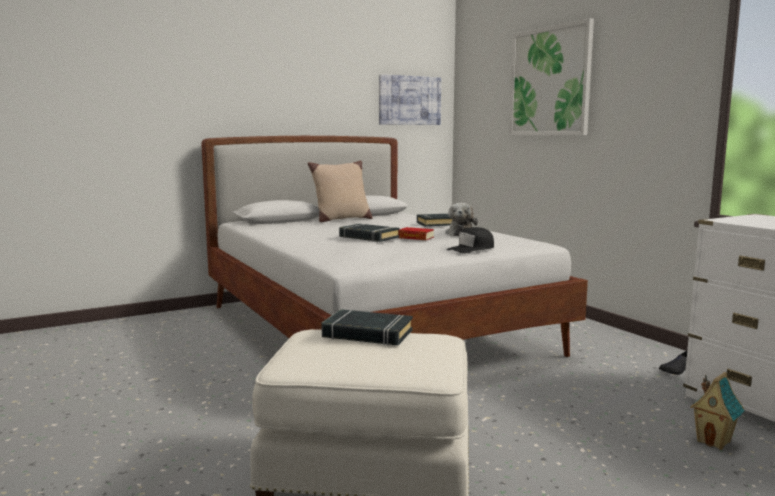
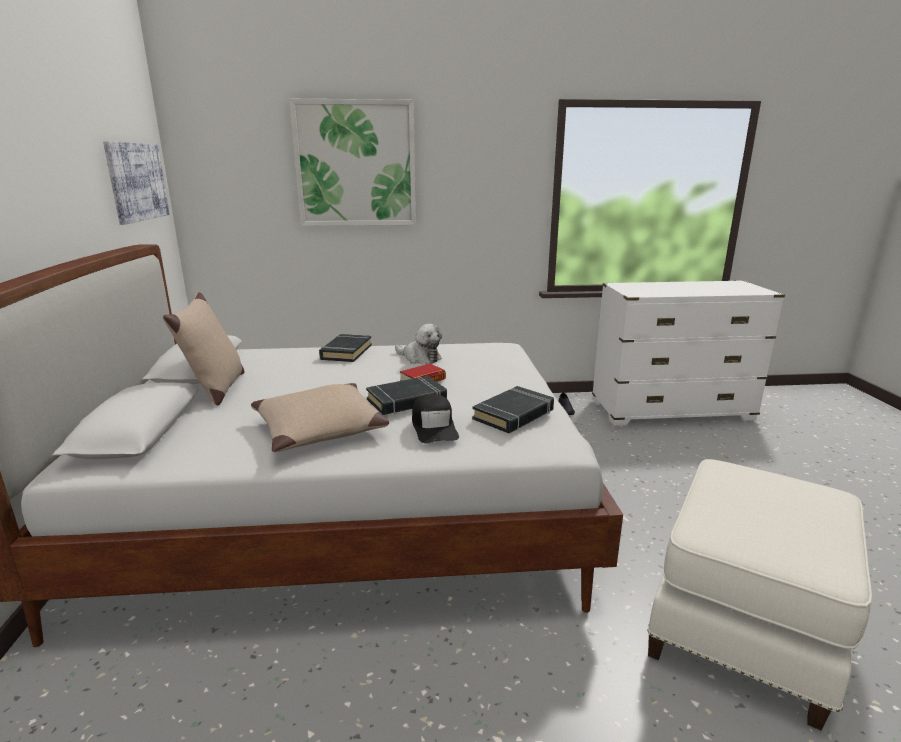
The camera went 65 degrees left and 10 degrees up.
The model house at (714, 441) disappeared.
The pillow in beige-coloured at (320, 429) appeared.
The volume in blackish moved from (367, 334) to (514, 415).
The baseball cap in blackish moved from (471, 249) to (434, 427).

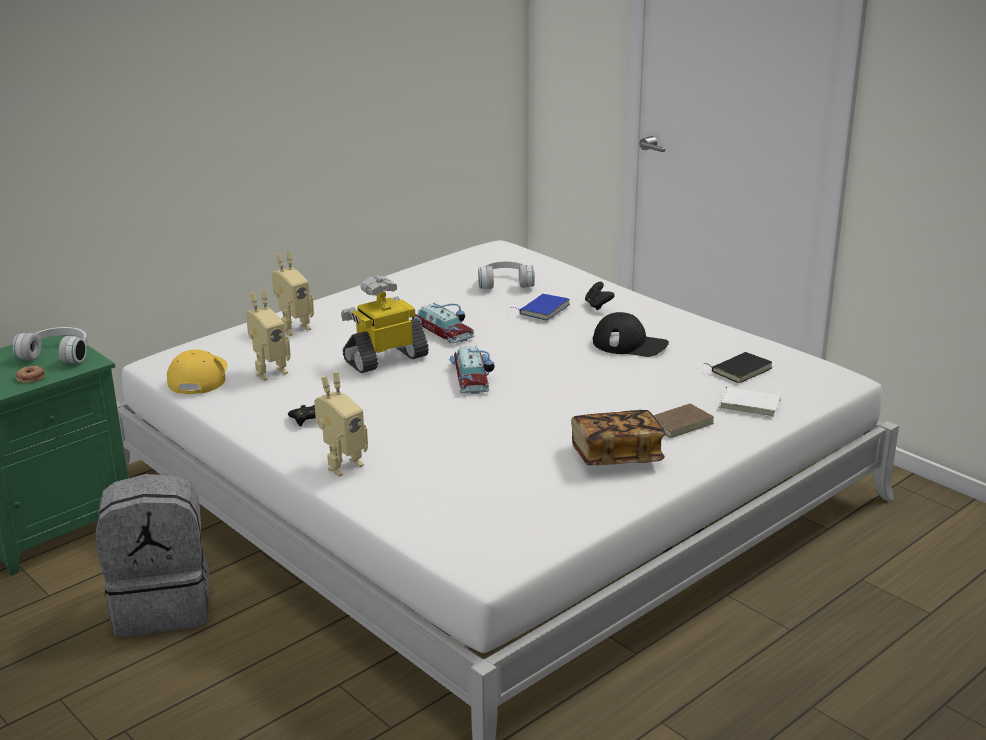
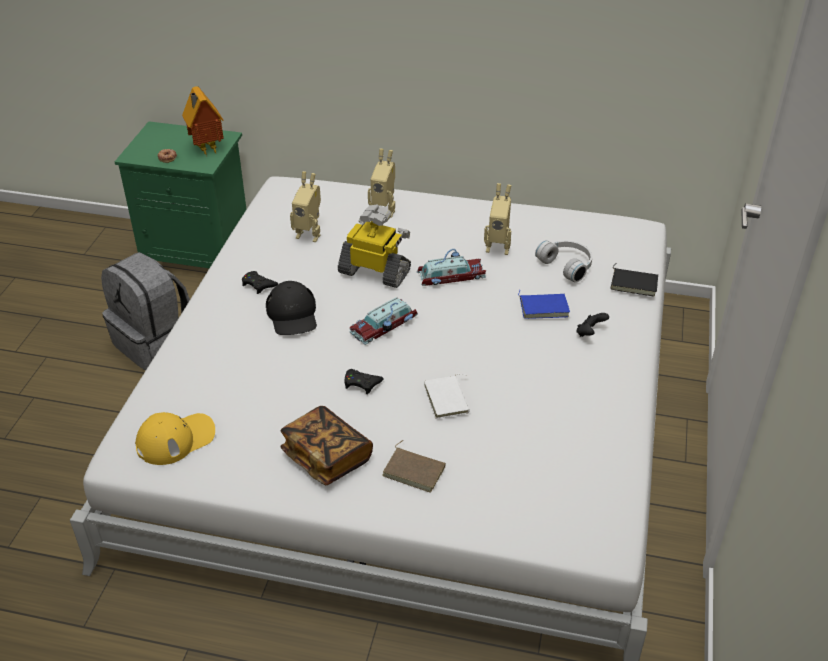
The camera went 55 degrees right and 15 degrees up.
The joypad in blackish at (361, 383) appeared.
The baseball cap in yellow-coloured moved from (199, 377) to (176, 439).
The robot figure moved from (342, 465) to (498, 247).
The baseball cap in blackish moved from (630, 344) to (292, 315).
The volume in blackish moved from (740, 370) to (634, 283).
The volume in white-coloured moved from (750, 404) to (448, 399).
The headset in white-coloured at (59, 354) was replaced by the model house at (206, 149).
The model car at (443, 330) turned 120 degrees counterclockwise.

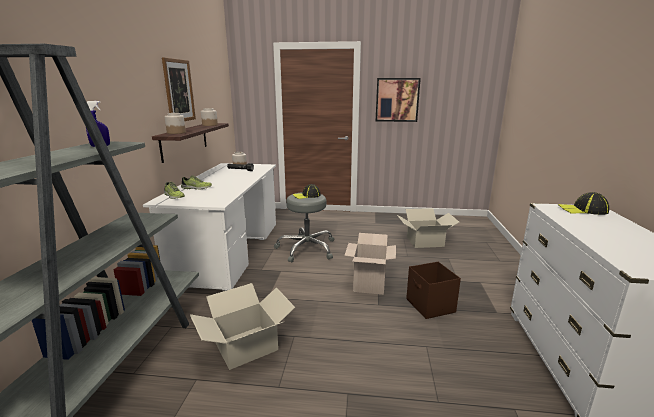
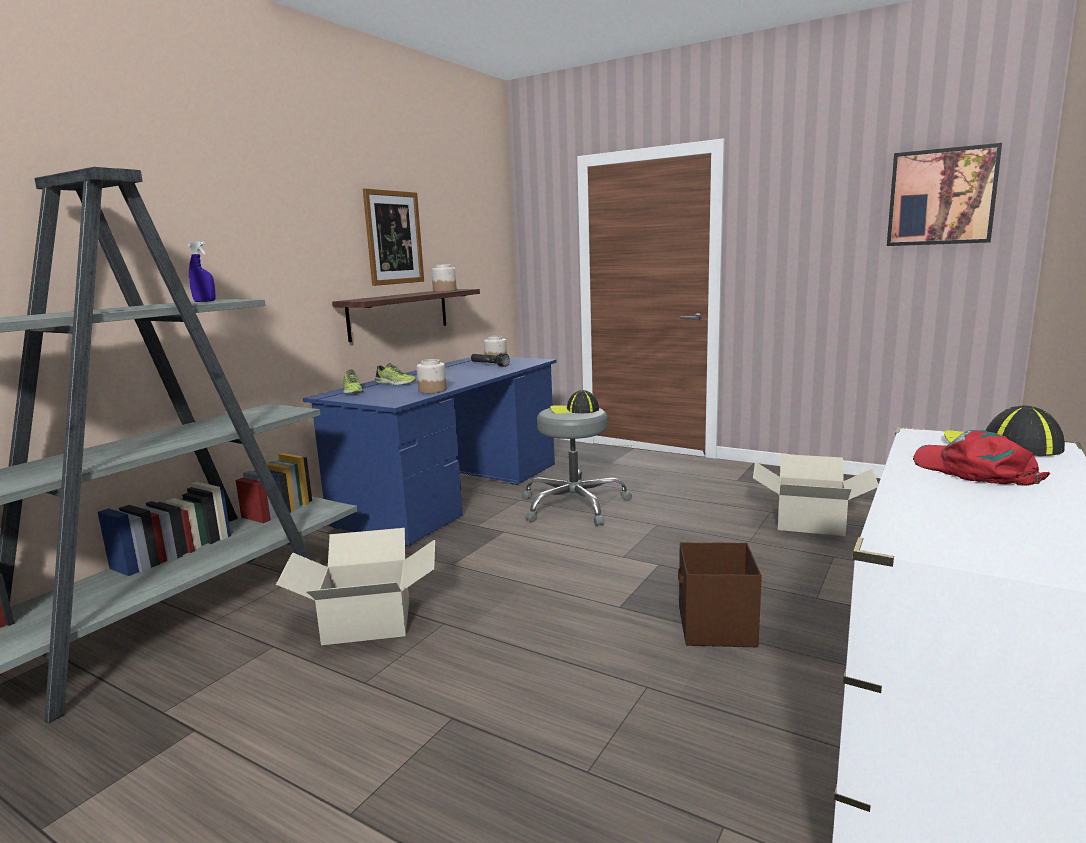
The camera went 25 degrees right and 5 degrees down.
The packing box at (369, 285) disappeared.
The baseball cap in red at (974, 470) appeared.
The storage jar moved from (176, 132) to (433, 390).
The wall picture moved from (397, 100) to (941, 197).
The desk table in white-coloured at (228, 250) became the desk table in blue at (452, 493).

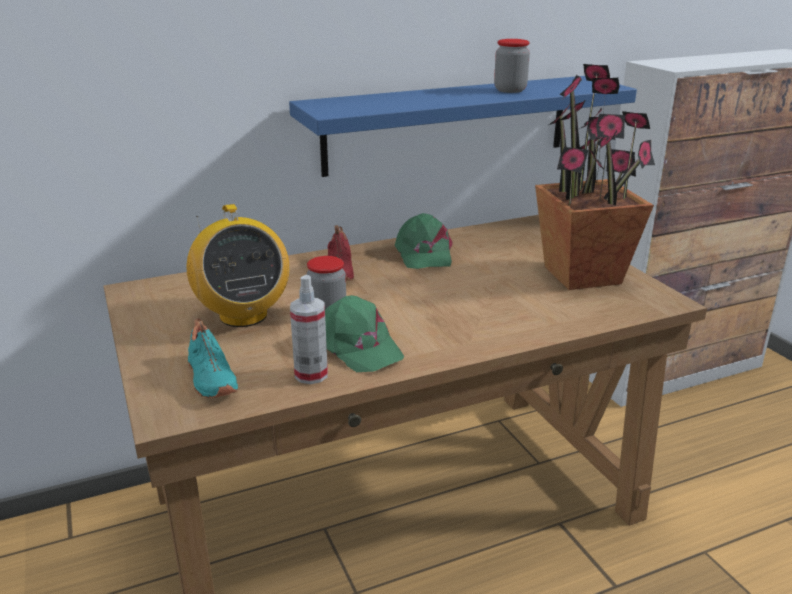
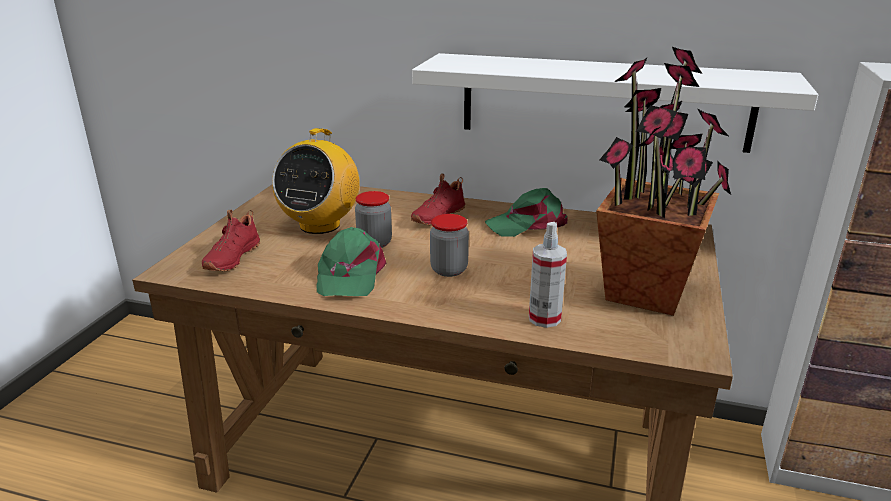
The camera went 40 degrees right and 0 degrees up.
The hand sprayer moved from (311, 375) to (544, 318).
The storage jar moved from (510, 90) to (449, 270).
The shoe in turquoise at (210, 378) became the shoe in red at (231, 258).
The wall shelf in blue at (448, 124) became the wall shelf in white-coloured at (603, 101).
The baseball cap in green at (423, 254) turned 45 degrees clockwise.

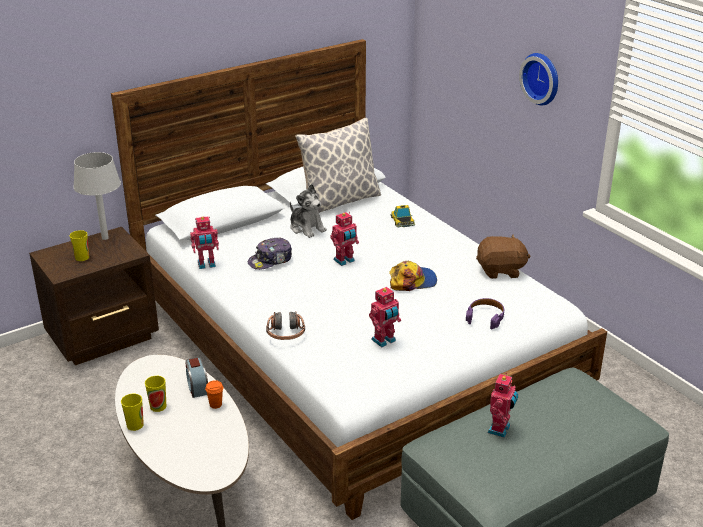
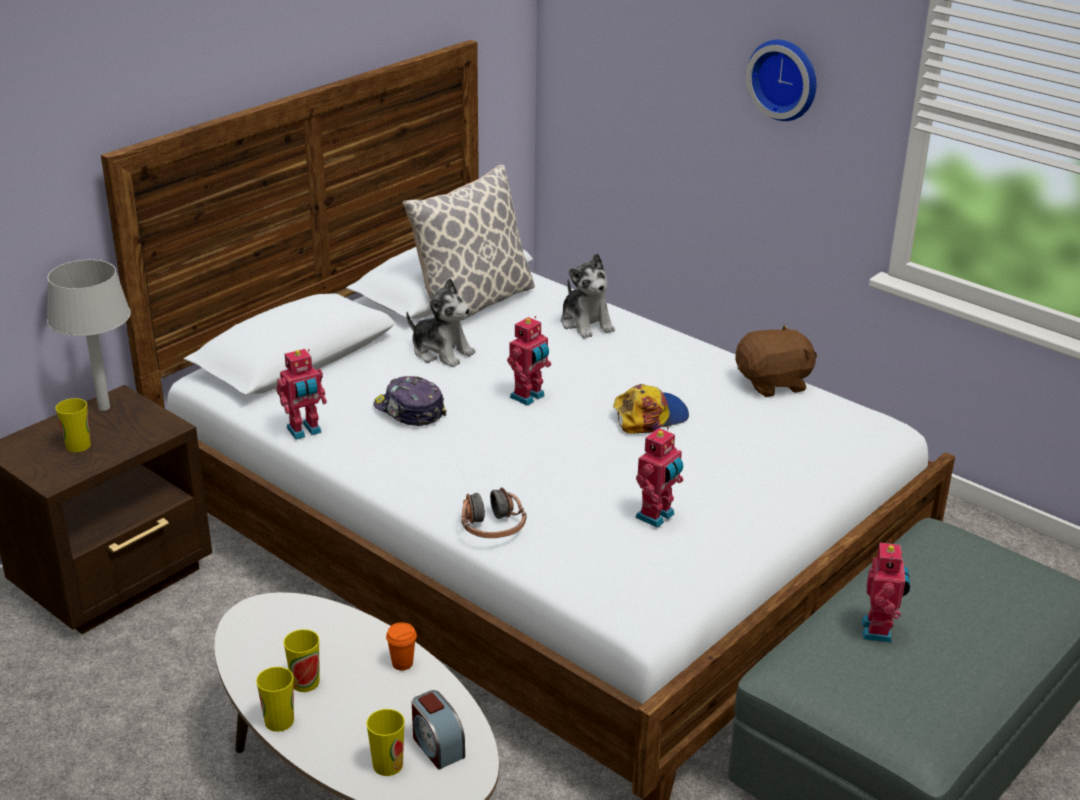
The camera went 15 degrees left and 0 degrees up.
The headset in purplish at (485, 317) disappeared.
The drinking cup at (388, 765) appeared.
The bedside clock moved from (197, 387) to (437, 746).
The model car at (402, 220) was replaced by the plush toy at (586, 323).
The baseball cap at (270, 260) turned 90 degrees clockwise.

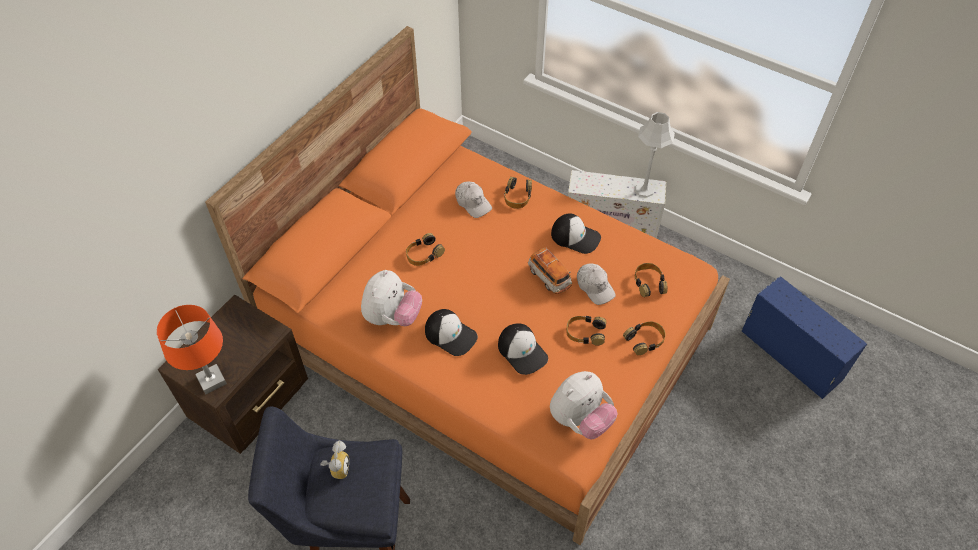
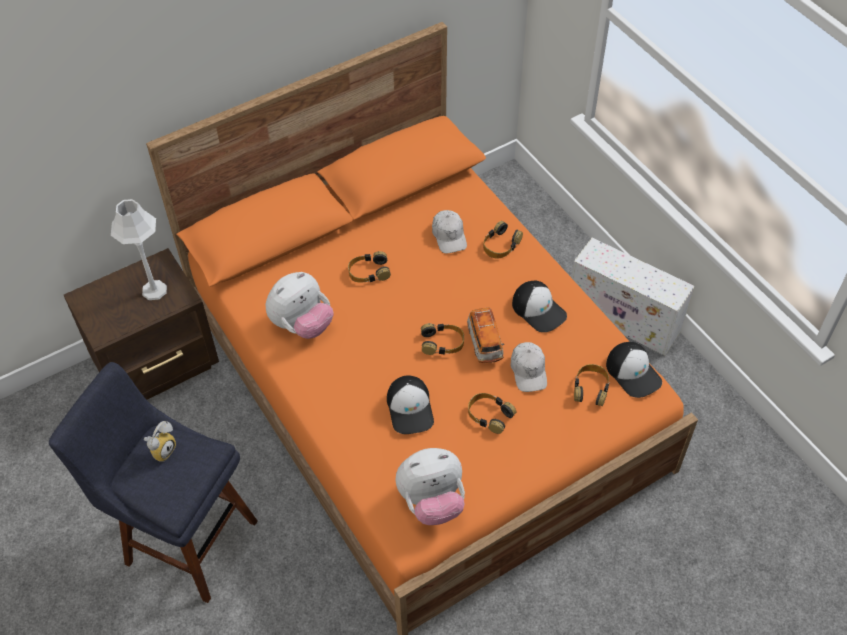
The camera went 25 degrees right and 0 degrees up.
The table lamp in orangey at (212, 380) disappeared.
The storage bin in blue at (789, 354) disappeared.
The baseball cap moved from (451, 334) to (633, 372).
The headset moved from (645, 340) to (442, 343).
The table lamp in grey moved from (644, 189) to (154, 290).

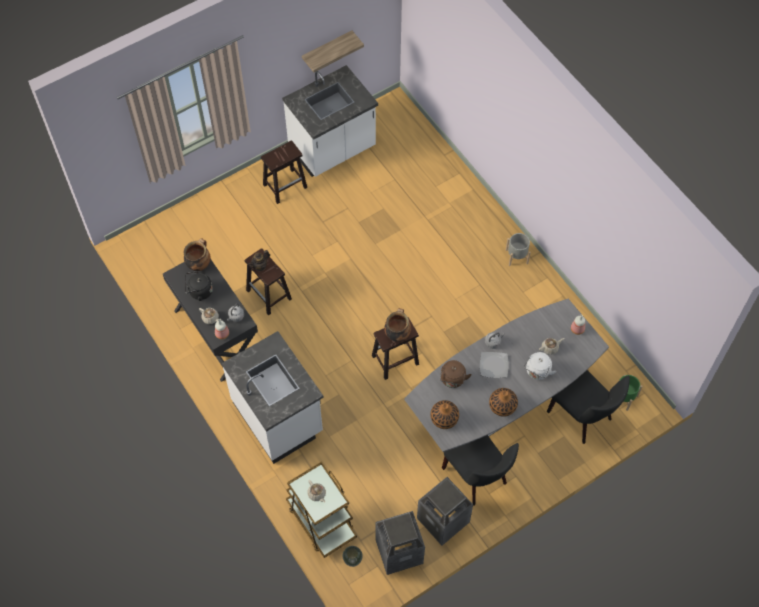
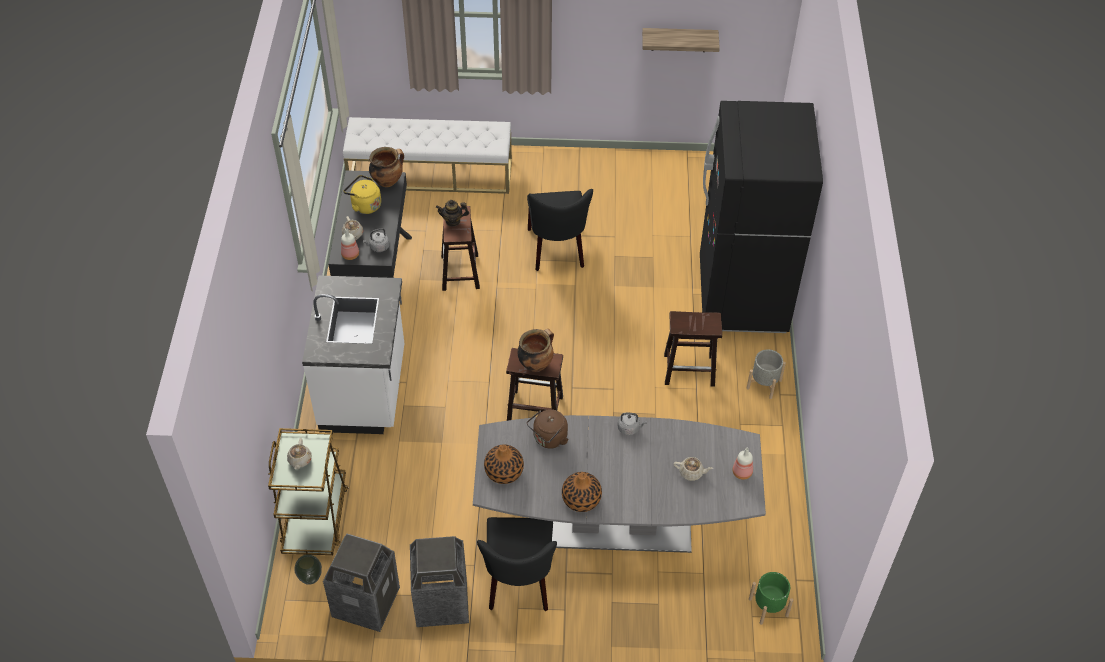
The camera went 35 degrees right and 10 degrees down.
The kitchen counter in white-coloured at (332, 149) disappeared.
The flat dish at (494, 365) disappeared.
The water kettle in white-coloured at (537, 372) disappeared.
The bench in white-coloured at (431, 173) appeared.
The kitchen fridge in blackish at (742, 296) appeared.
The stool in brown-coloured moved from (285, 185) to (690, 369).
The chair in blackish moved from (583, 417) to (557, 251).
The water kettle in blackish at (199, 292) became the water kettle in yellow-coloured at (364, 205).

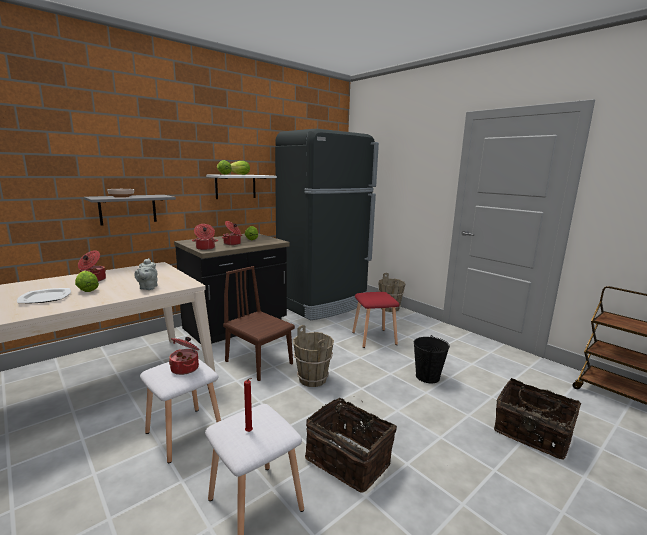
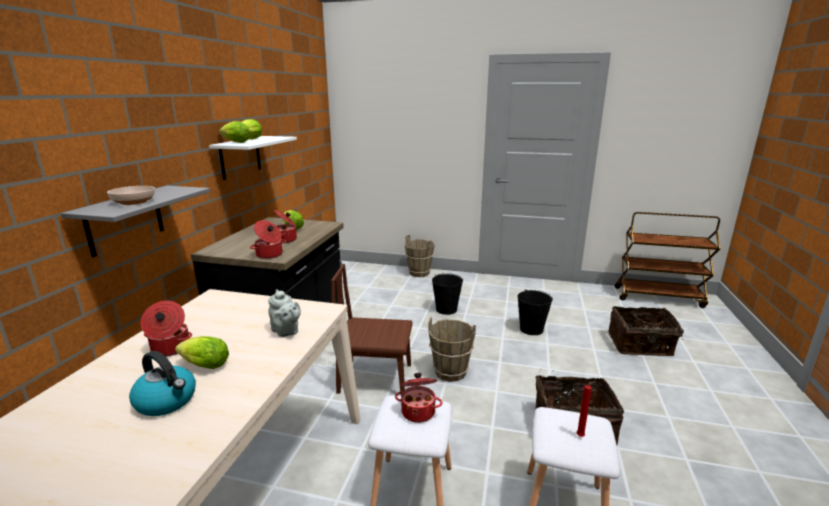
The camera went 35 degrees left and 5 degrees up.
The kitchen fridge in blackish at (323, 304) disappeared.
The flat dish at (46, 297) was replaced by the water kettle at (167, 401).
The stool in red at (373, 338) was replaced by the water bucket in blackish at (446, 309).

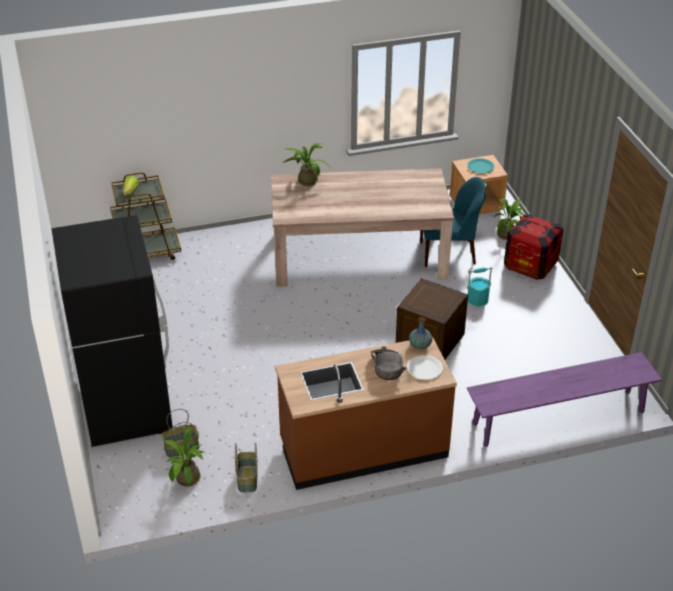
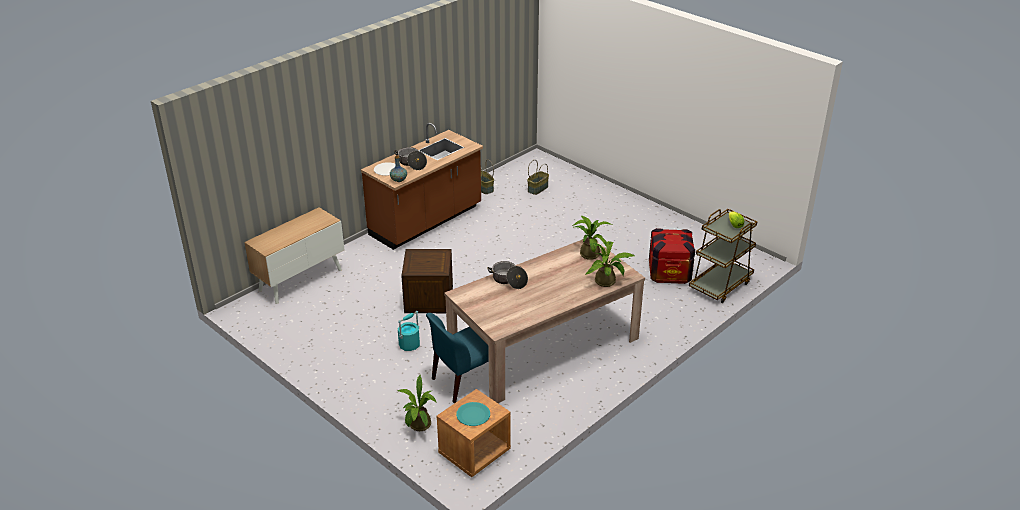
The camera went 150 degrees right and 5 degrees down.
The kitchen fridge in blackish at (126, 409) disappeared.
The saucepot at (508, 280) appeared.
The houseplant moved from (186, 481) to (589, 253).
The crate moved from (530, 265) to (669, 273).
The bench in purplish at (558, 418) was replaced by the cupboard at (300, 279).

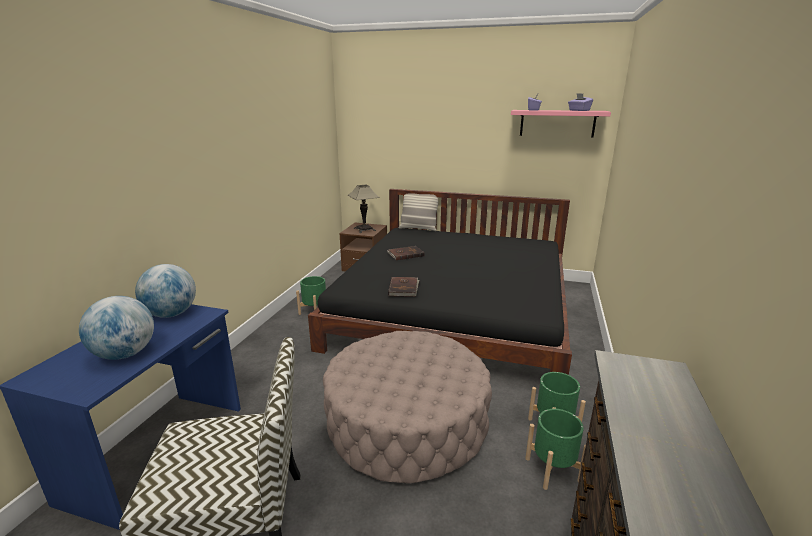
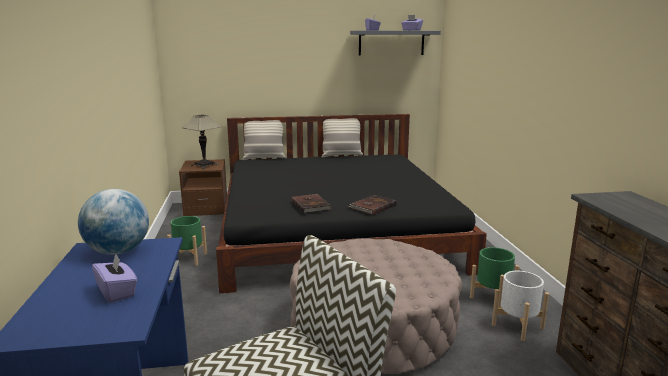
The camera went 25 degrees left and 5 degrees down.
The pillow at (341, 155) appeared.
The volume in brown-coloured moved from (405, 254) to (372, 206).
The world globe at (125, 354) was replaced by the tissue holder in purplish at (117, 292).
The wall shelf in pink at (557, 123) became the wall shelf in grey at (391, 43).
The flower pot in green at (552, 469) became the flower pot in white-coloured at (517, 326).

